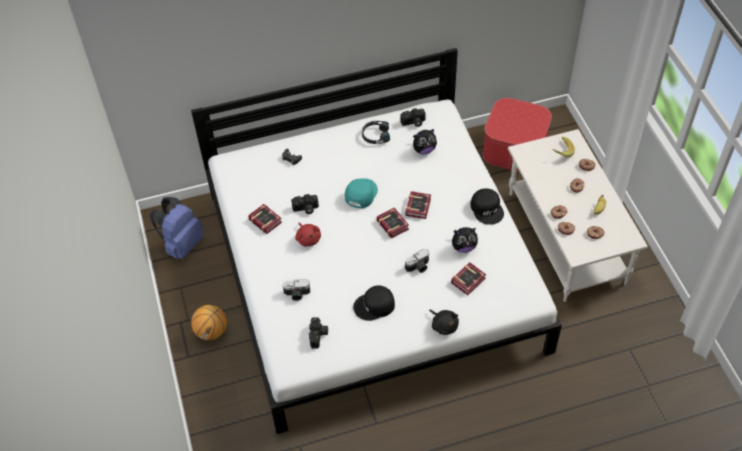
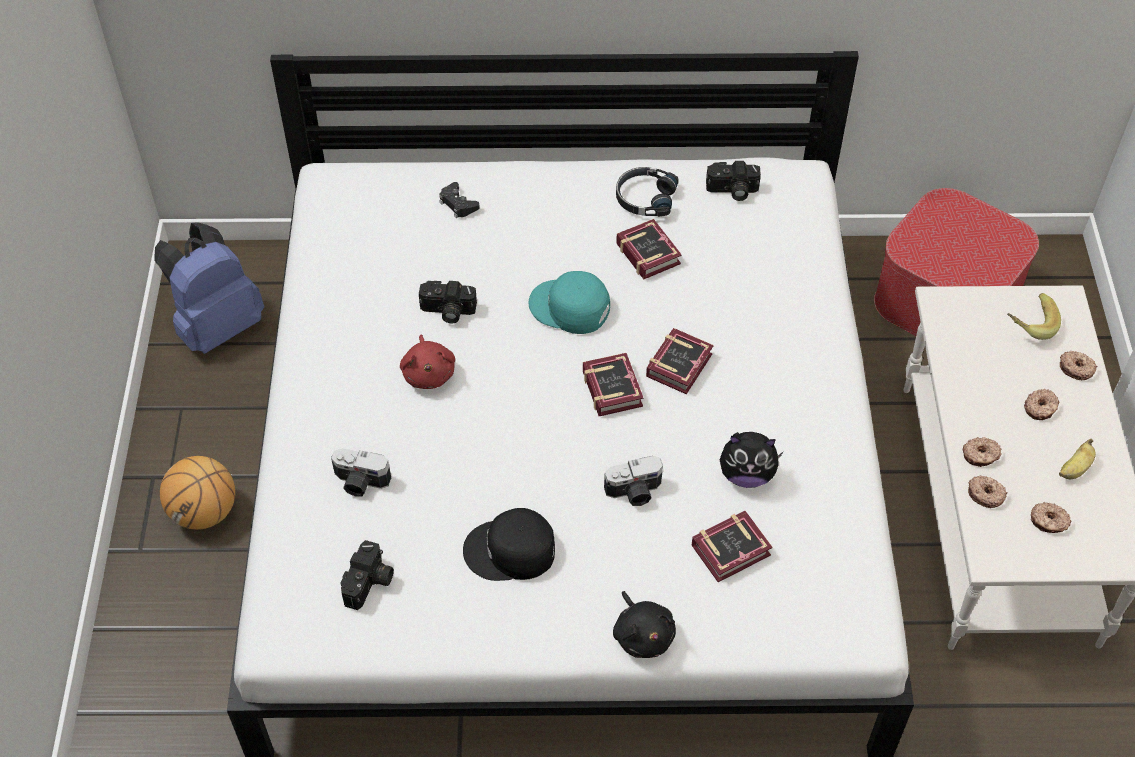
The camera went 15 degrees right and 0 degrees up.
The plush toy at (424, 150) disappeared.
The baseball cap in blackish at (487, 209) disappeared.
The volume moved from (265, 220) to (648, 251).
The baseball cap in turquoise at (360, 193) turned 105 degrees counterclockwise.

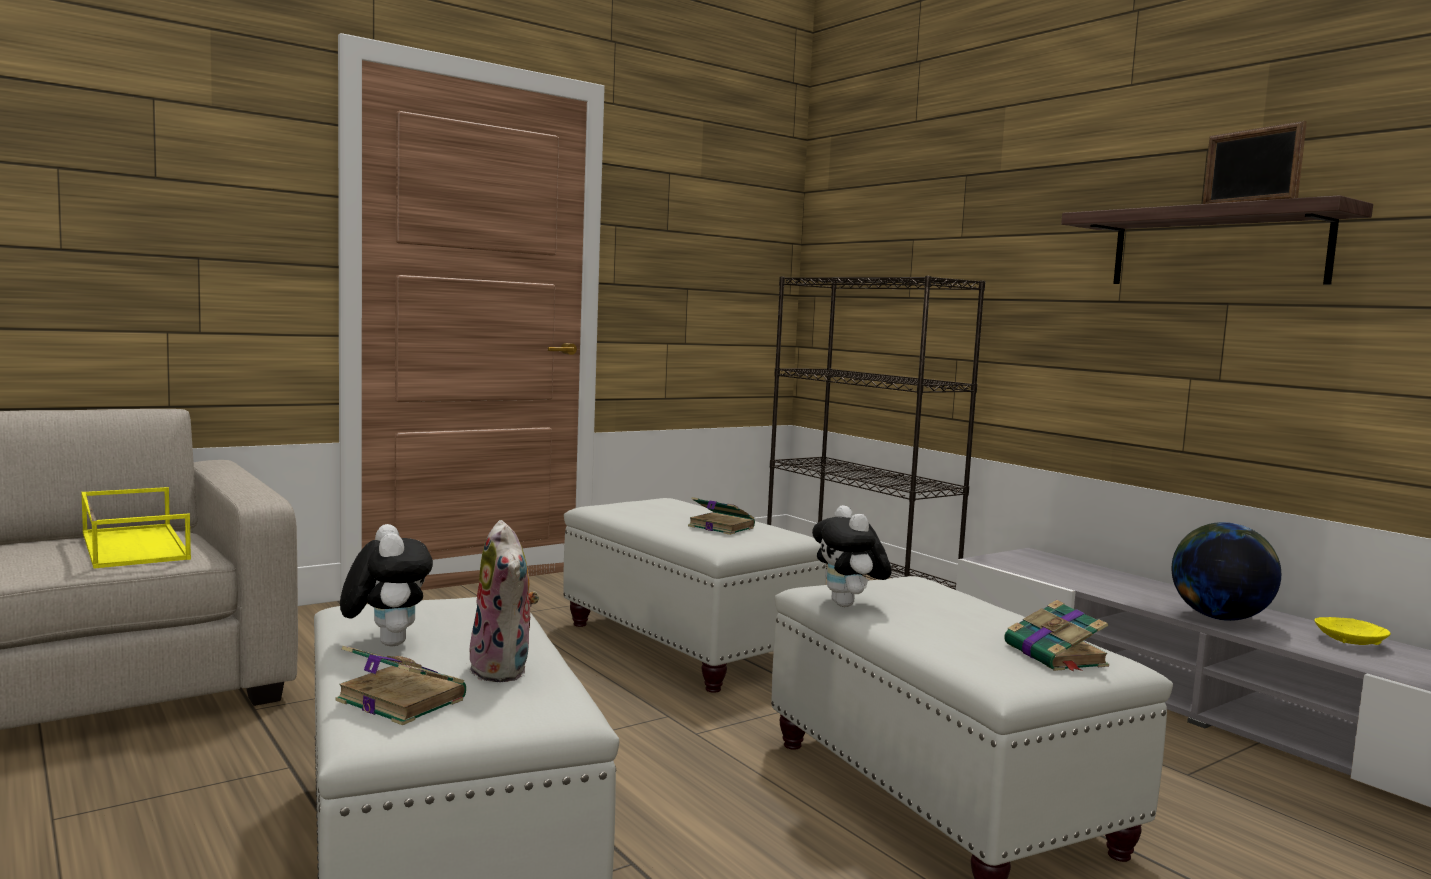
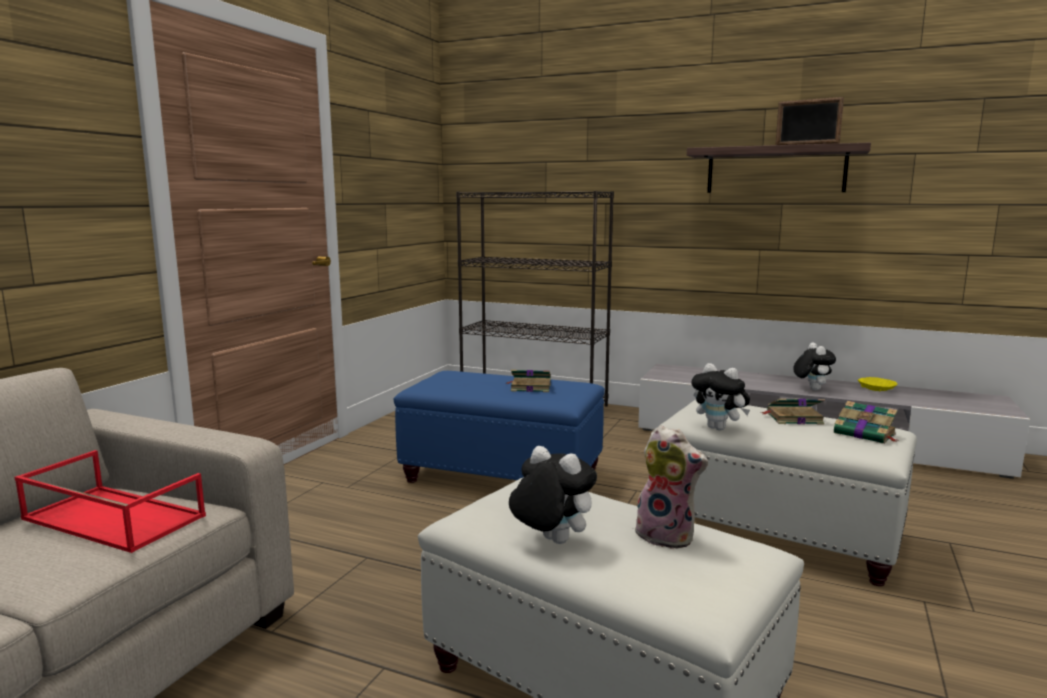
The camera went 30 degrees left and 5 degrees up.
The volume moved from (399, 699) to (793, 418).
The world globe at (1219, 618) was replaced by the plush toy at (811, 389).
The carrying tray in yellow-coloured at (132, 545) became the carrying tray in red at (111, 518).
The ottoman in white-coloured at (686, 644) became the ottoman in blue at (503, 476).

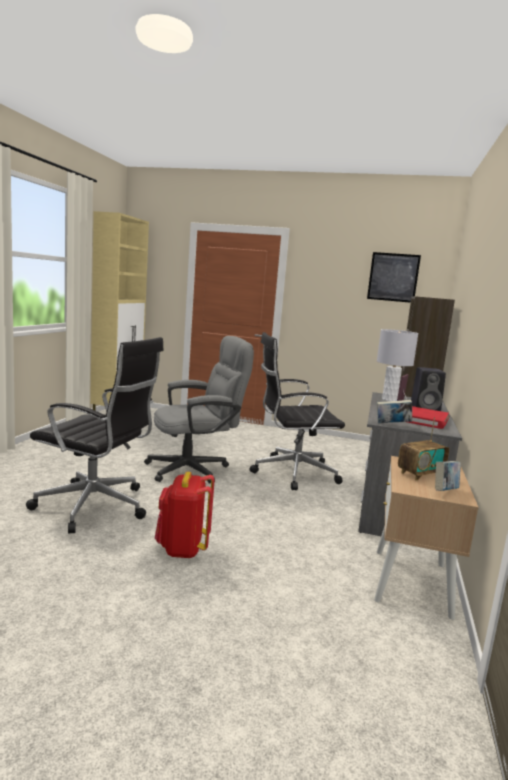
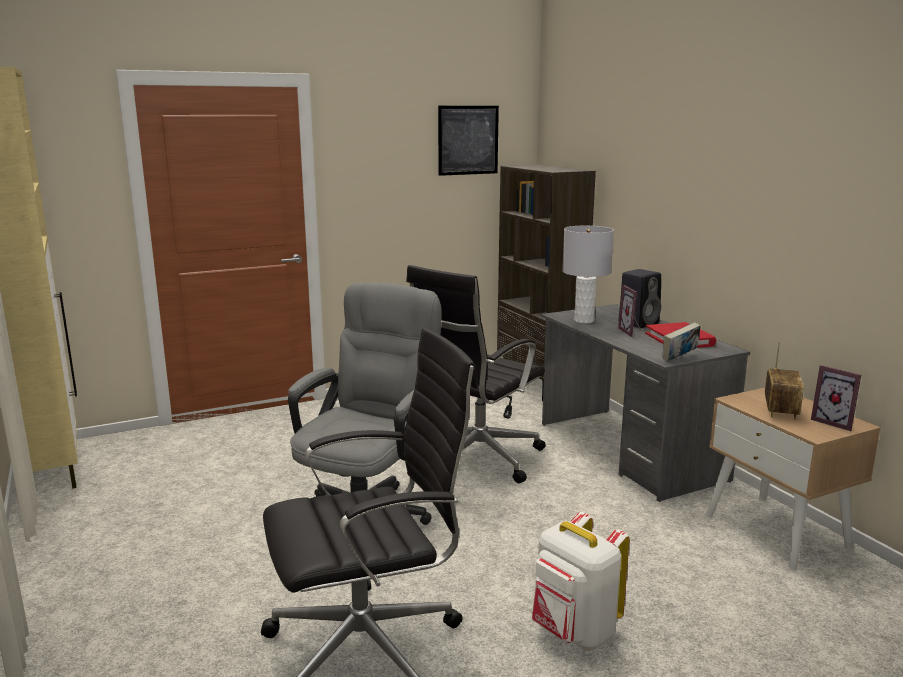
The camera went 40 degrees left and 5 degrees up.
The volume at (445, 491) was replaced by the standing frame at (834, 422).
The rucksack in red at (182, 549) became the rucksack in white-coloured at (574, 633).

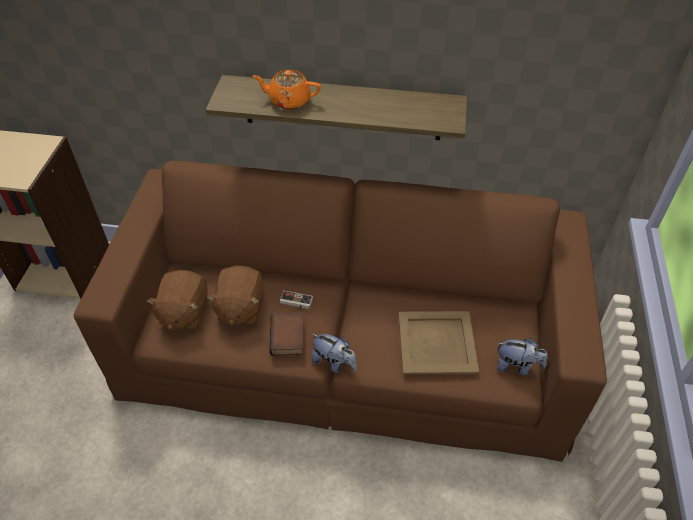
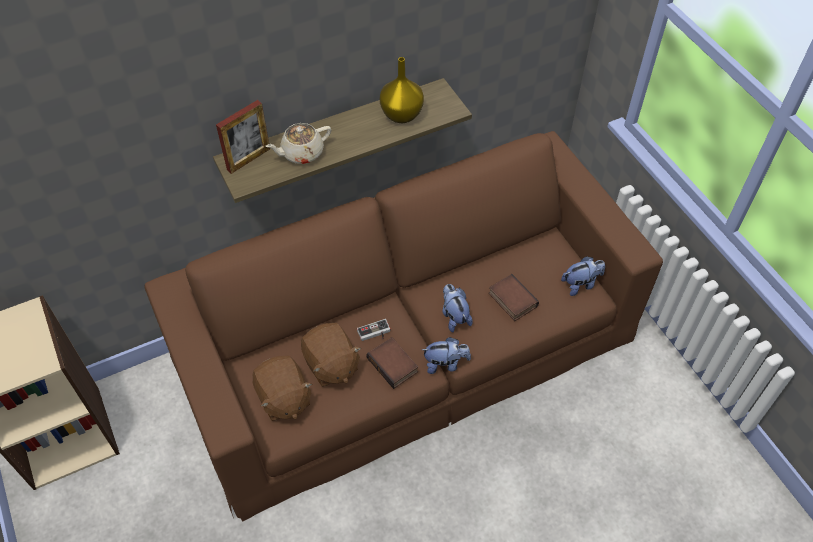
The camera went 35 degrees left and 5 degrees up.
The standing frame at (248, 159) appeared.
The vase in yellow-coloured at (401, 114) appeared.
The plush toy at (454, 316) appeared.
The carrying tray in beige-coloured at (436, 342) was replaced by the volume at (511, 300).
The pot for tea in orangey at (289, 100) became the pot for tea in beige-coloured at (301, 153).

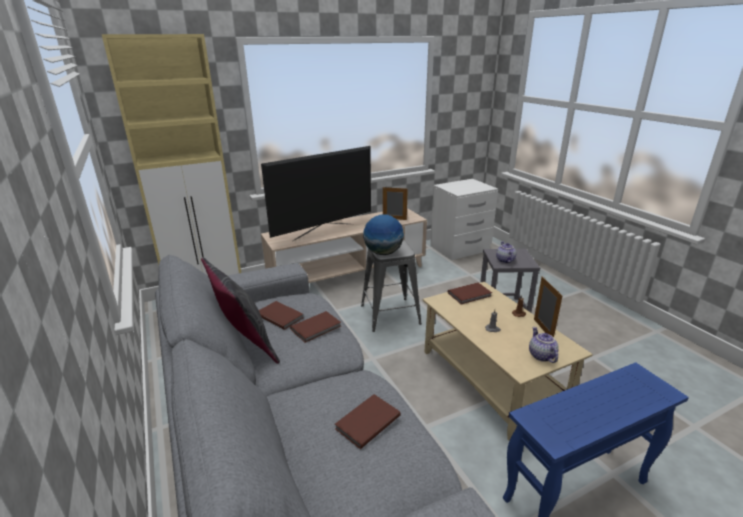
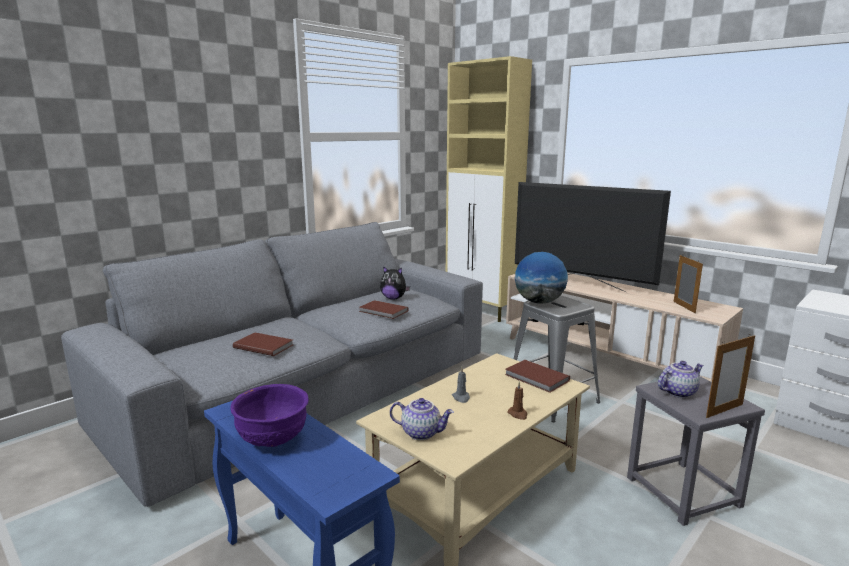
The camera went 70 degrees right and 10 degrees down.
The pillow in grey at (246, 345) disappeared.
The bowl in purplish at (273, 441) appeared.
The standing frame moved from (543, 329) to (724, 410).
The volume in brown-coloured at (280, 316) was replaced by the plush toy at (394, 298).
The pot for tea at (541, 355) turned 45 degrees clockwise.

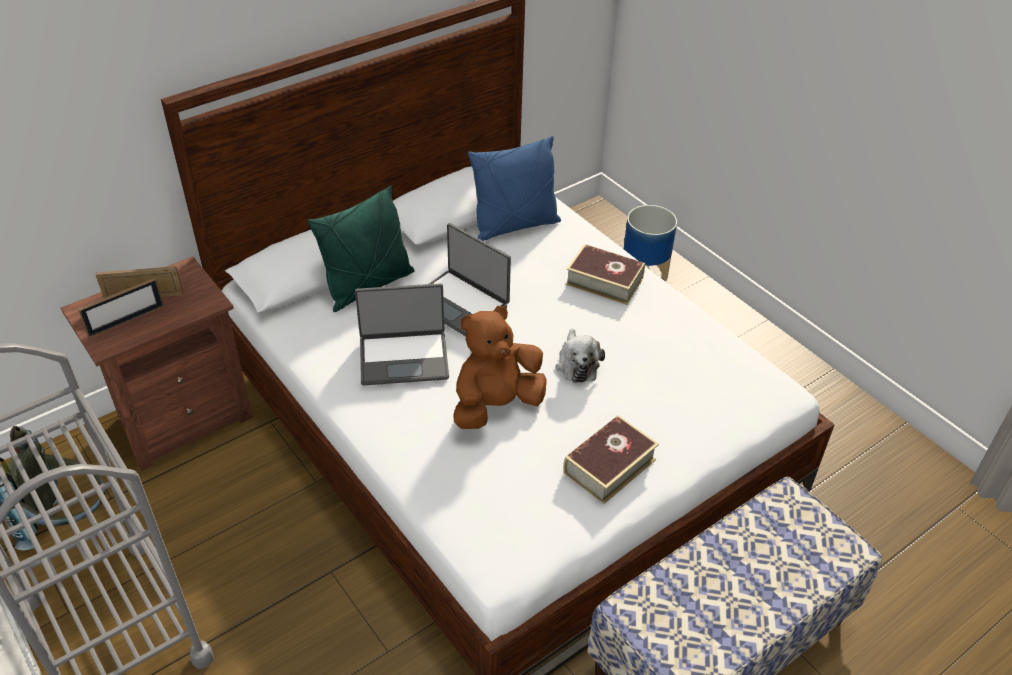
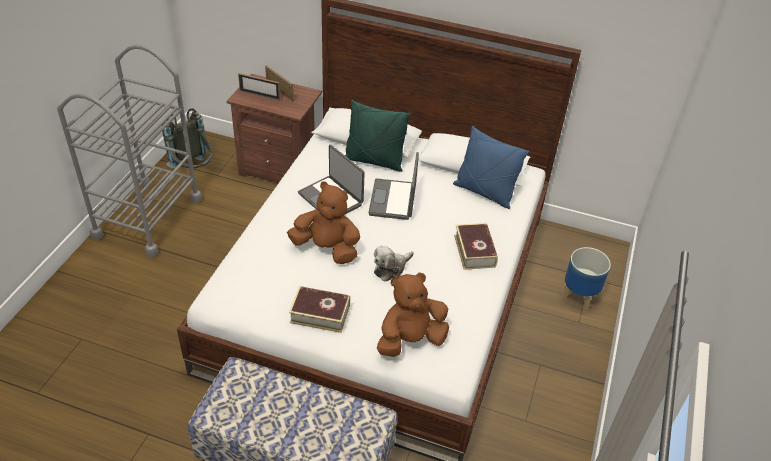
The camera went 55 degrees right and 0 degrees up.
The plush toy in brown-coloured at (410, 340) appeared.

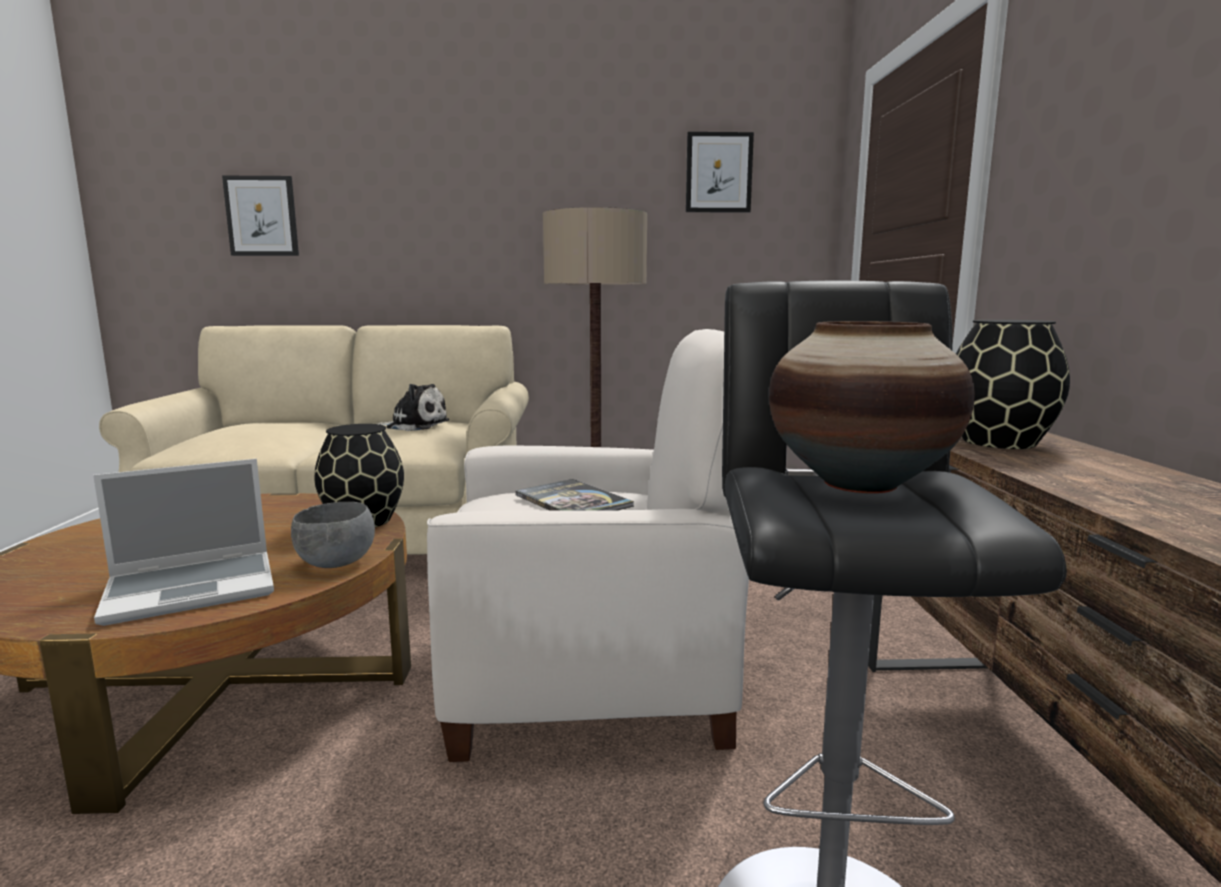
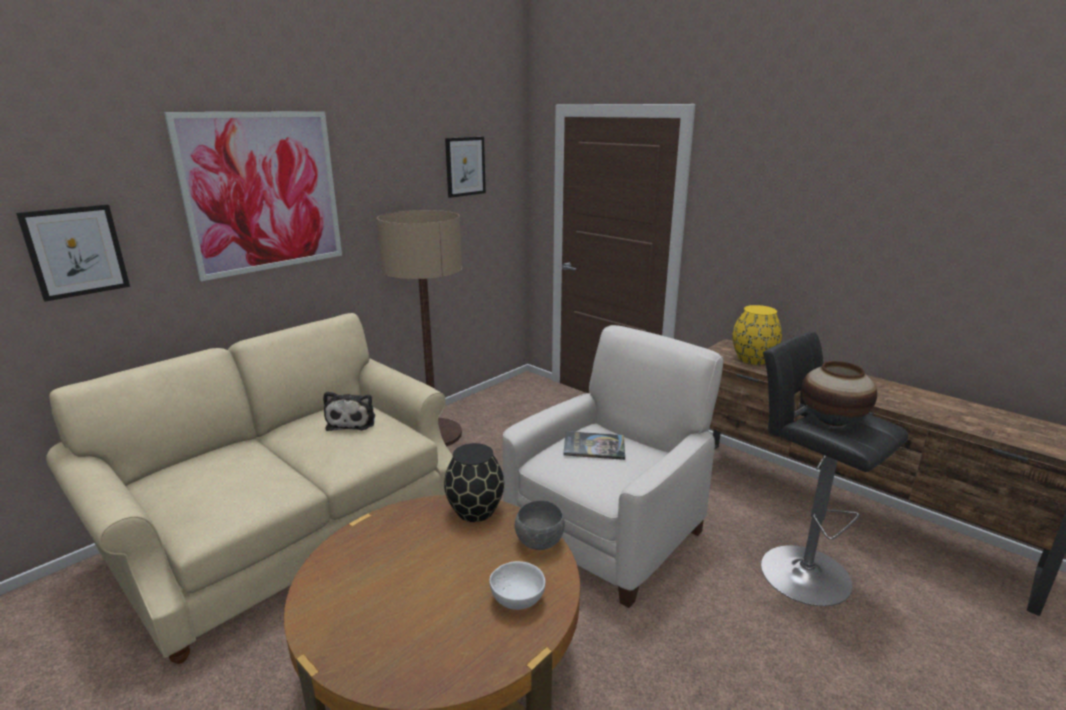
The camera went 45 degrees left and 10 degrees up.
The wall picture at (263, 192) appeared.
The notebook computer at (194, 588) was replaced by the bowl in white-coloured at (516, 599).
The vase in blackish at (997, 442) became the vase in yellow-coloured at (752, 359).
The plush toy at (415, 425) turned 120 degrees clockwise.

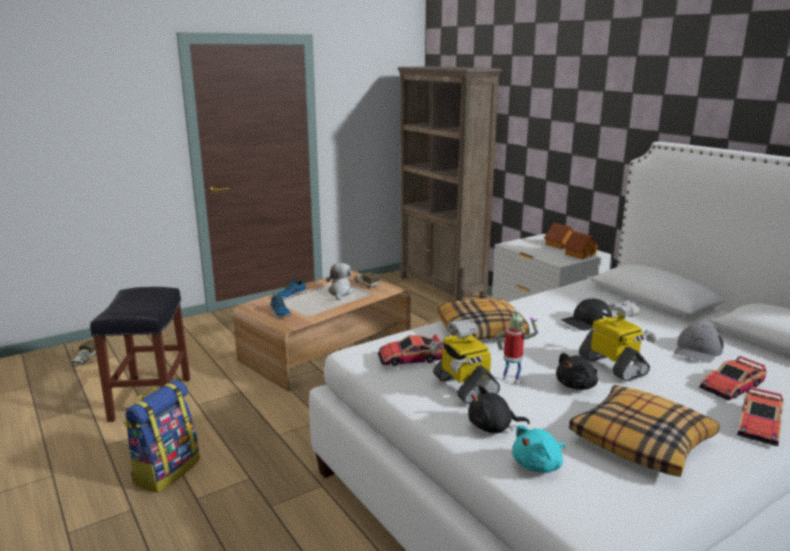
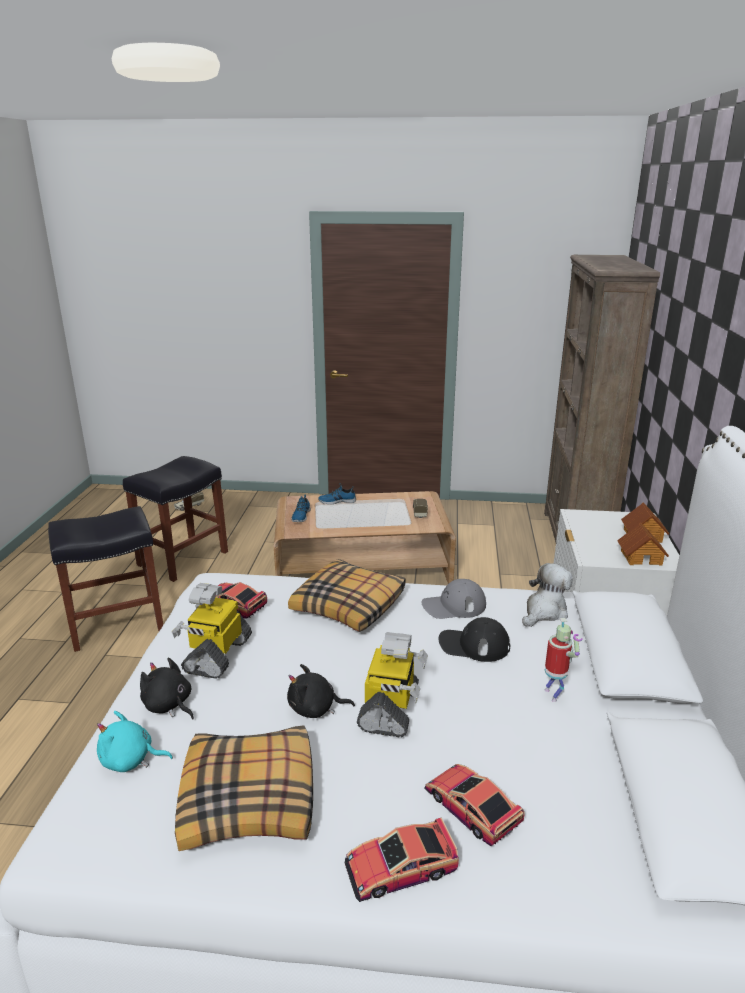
The camera went 40 degrees right and 5 degrees up.
The plush toy moved from (340, 292) to (544, 611).
The robot figure moved from (512, 379) to (554, 695).
The baseball cap in grey moved from (697, 350) to (453, 606).
The rucksack at (166, 471) was replaced by the stool in blackish at (117, 623).
The model car at (731, 386) turned 45 degrees clockwise.

